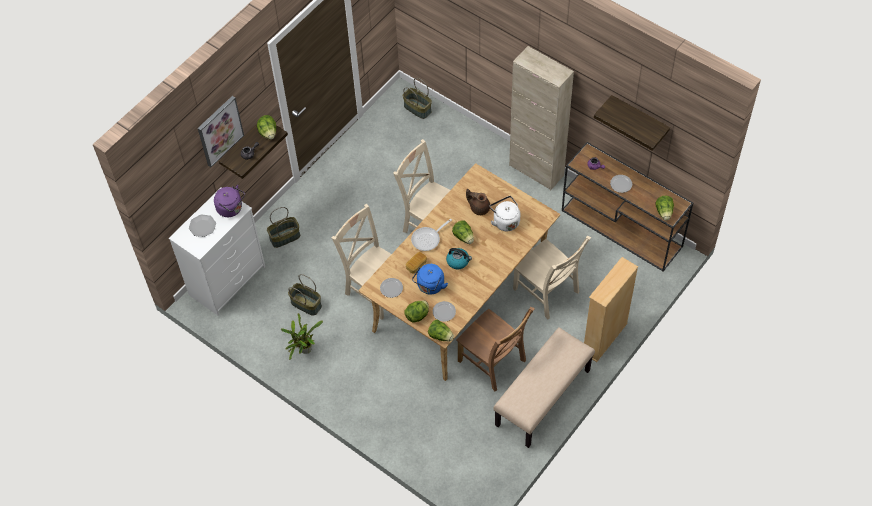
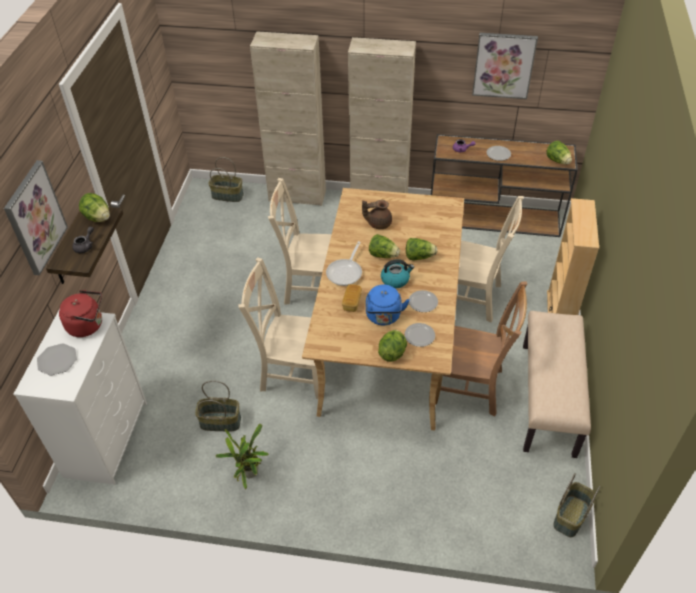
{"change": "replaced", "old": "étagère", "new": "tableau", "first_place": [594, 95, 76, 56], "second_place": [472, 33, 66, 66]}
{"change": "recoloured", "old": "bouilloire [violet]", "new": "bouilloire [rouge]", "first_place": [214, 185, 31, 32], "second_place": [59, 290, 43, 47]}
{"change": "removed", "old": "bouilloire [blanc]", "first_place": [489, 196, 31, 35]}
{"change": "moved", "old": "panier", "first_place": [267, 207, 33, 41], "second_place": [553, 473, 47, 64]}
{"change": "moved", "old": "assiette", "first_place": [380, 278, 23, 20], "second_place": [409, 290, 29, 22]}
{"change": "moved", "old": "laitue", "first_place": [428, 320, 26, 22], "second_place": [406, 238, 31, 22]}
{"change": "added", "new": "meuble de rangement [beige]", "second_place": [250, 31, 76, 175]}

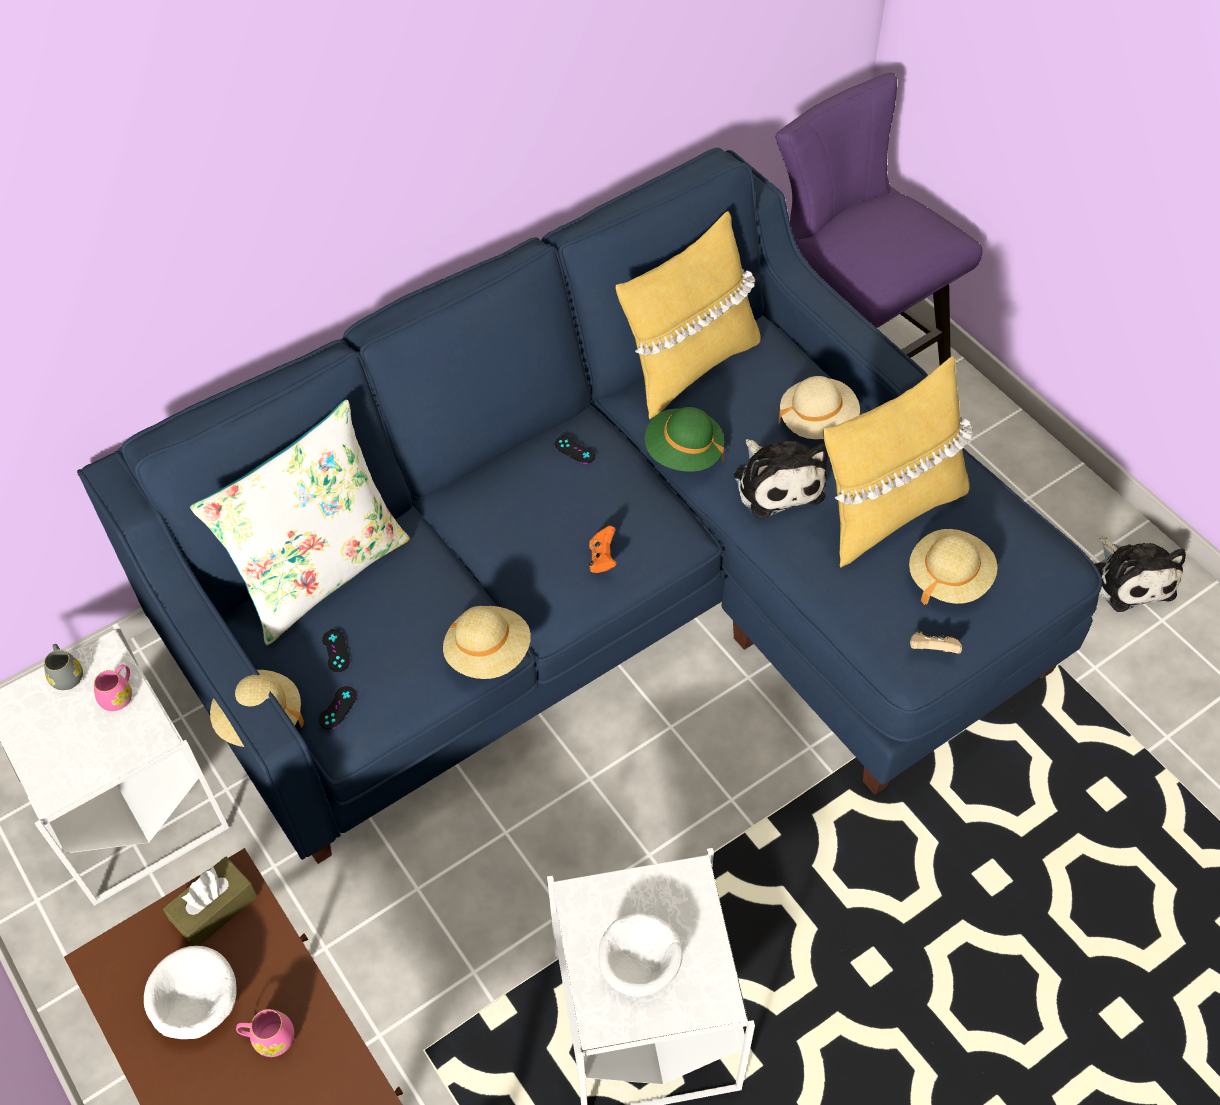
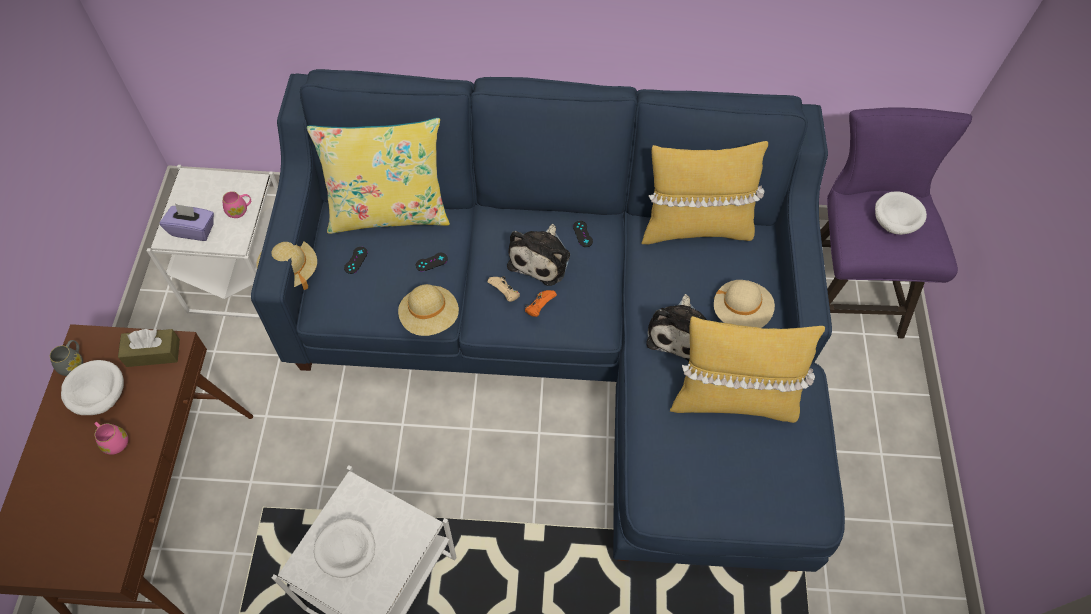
{"change": "recoloured", "old": "coussin [blanc]", "new": "coussin [jaune]", "first_place": [190, 399, 220, 246], "second_place": [307, 118, 143, 116]}
{"change": "removed", "old": "chapeau [vert]", "first_place": [645, 407, 79, 65]}
{"change": "removed", "old": "chapeau [beige]", "first_place": [909, 529, 89, 76]}
{"change": "moved", "old": "peluche", "first_place": [1095, 536, 91, 76], "second_place": [507, 224, 63, 62]}
{"change": "moved", "old": "manette [beige]", "first_place": [910, 630, 52, 24], "second_place": [487, 276, 33, 26]}
{"change": "moved", "old": "mug [gris]", "first_place": [44, 644, 39, 46], "second_place": [50, 340, 33, 36]}
{"change": "moved", "old": "manette [noir]", "first_place": [319, 686, 38, 43], "second_place": [416, 253, 32, 19]}
{"change": "added", "new": "bol [blanc]", "second_place": [875, 192, 52, 43]}
{"change": "added", "new": "boîte à mouchoirs [violet]", "second_place": [159, 204, 55, 37]}

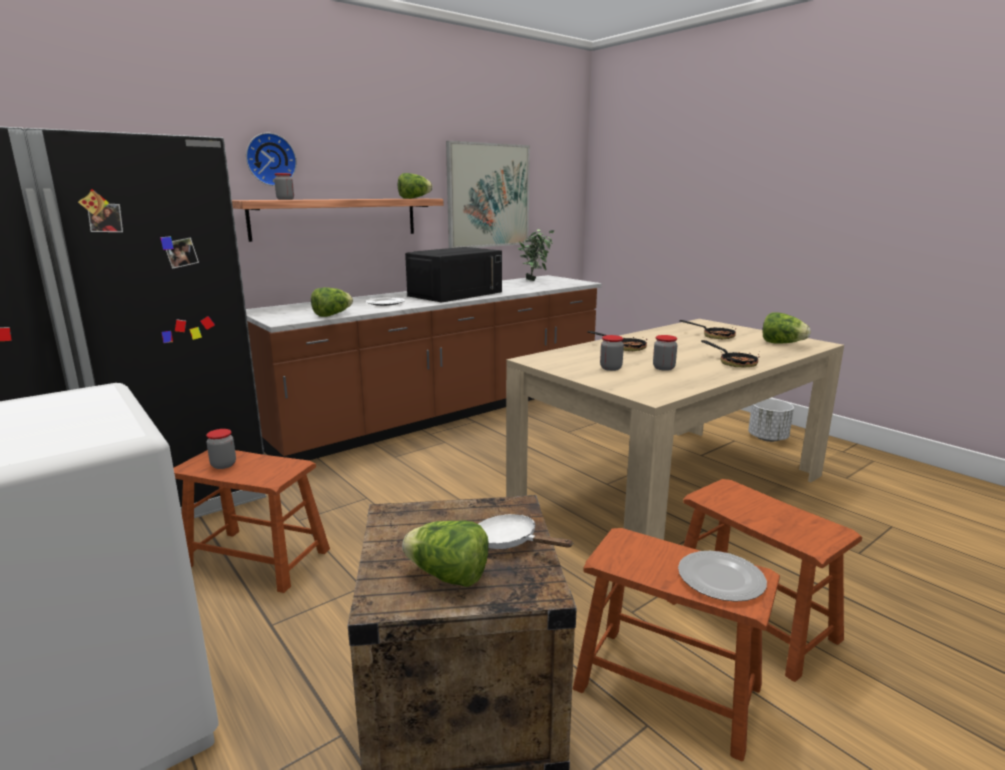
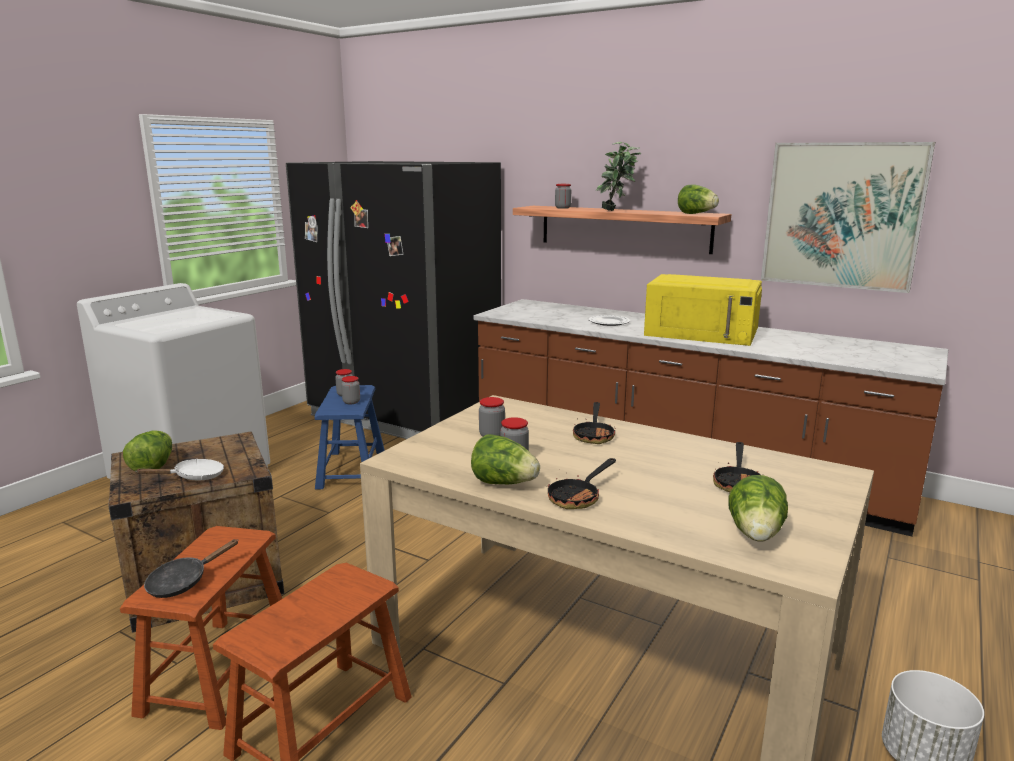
{"change": "removed", "old": "horloge murale", "first_place": [246, 133, 51, 53]}
{"change": "moved", "old": "plante en pot", "first_place": [517, 229, 37, 52], "second_place": [596, 142, 45, 69]}
{"change": "recoloured", "old": "micro-ondes [noir]", "new": "micro-ondes [jaune]", "first_place": [405, 247, 97, 55], "second_place": [644, 274, 118, 72]}
{"change": "moved", "old": "laitue", "first_place": [311, 287, 42, 30], "second_place": [471, 434, 69, 50]}
{"change": "recoloured", "old": "tabouret [marron]", "new": "tabouret [bleu]", "first_place": [174, 450, 156, 143], "second_place": [315, 385, 70, 104]}
{"change": "turned", "old": "poêle [blanc]", "first_place": [478, 514, 95, 35], "second_place": [135, 459, 89, 21], "degrees": 45}
{"change": "replaced", "old": "assiette", "new": "poêle [noir]", "first_place": [678, 551, 89, 51], "second_place": [144, 539, 95, 59]}
{"change": "added", "new": "bocal", "second_place": [341, 376, 19, 28]}

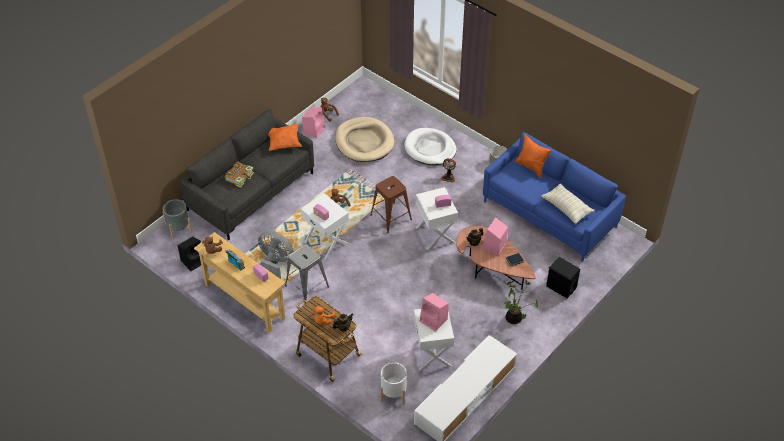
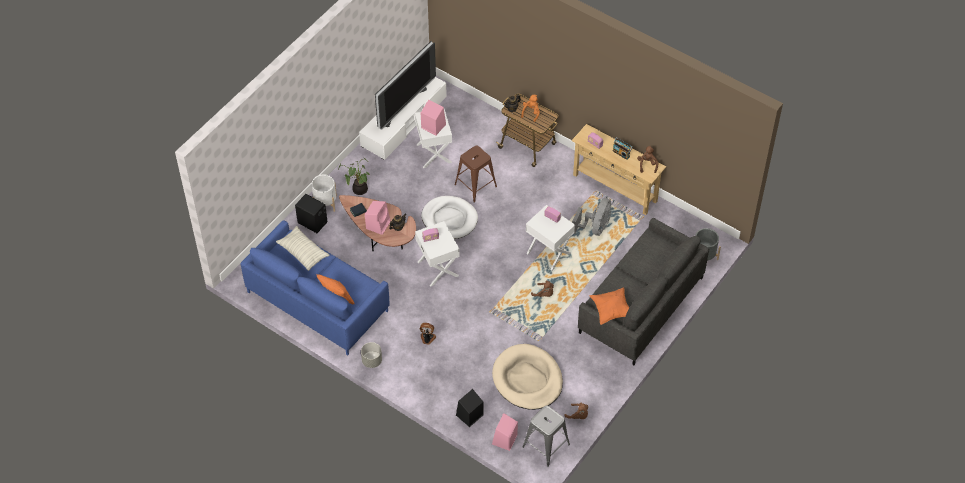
{"change": "moved", "old": "enceinte [rose]", "first_place": [302, 107, 23, 31], "second_place": [492, 413, 26, 38]}
{"change": "moved", "old": "panier pour chien [blanc]", "first_place": [404, 128, 52, 37], "second_place": [421, 196, 57, 43]}
{"change": "removed", "old": "livre", "first_place": [225, 162, 29, 26]}
{"change": "moved", "old": "tabouret [marron]", "first_place": [370, 176, 42, 57], "second_place": [455, 145, 42, 58]}
{"change": "turned", "old": "ventilateur [gris]", "first_place": [258, 230, 36, 49], "second_place": [572, 198, 39, 38], "degrees": -90}
{"change": "moved", "old": "enceinte [noir]", "first_place": [178, 237, 23, 34], "second_place": [456, 389, 28, 38]}
{"change": "moved", "old": "tabouret [gris]", "first_place": [285, 244, 44, 60], "second_place": [523, 405, 47, 62]}
{"change": "moved", "old": "cache-pot [blanc]", "first_place": [381, 362, 26, 42], "second_place": [311, 174, 26, 38]}
{"change": "added", "new": "téléviseur", "second_place": [375, 41, 61, 89]}

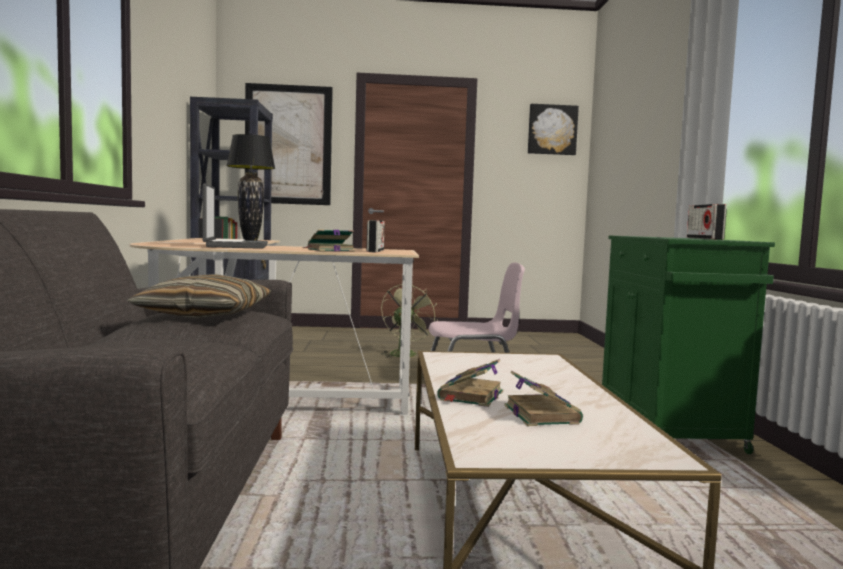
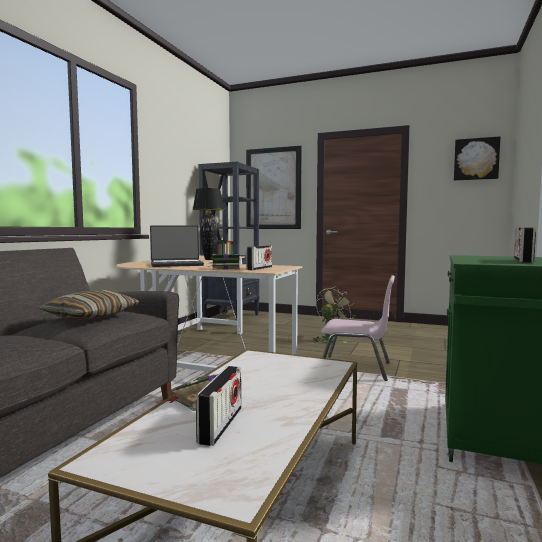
{"change": "turned", "old": "ordinateur portable", "first_place": [202, 183, 66, 66], "second_place": [150, 225, 54, 42], "degrees": 60}
{"change": "replaced", "old": "livre", "new": "radio", "first_place": [504, 371, 79, 55], "second_place": [196, 366, 45, 80]}

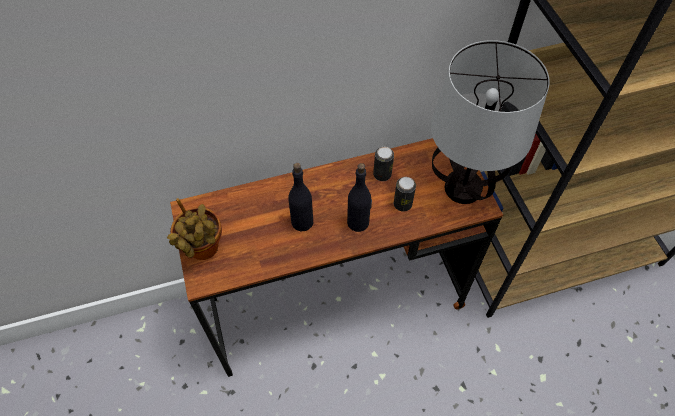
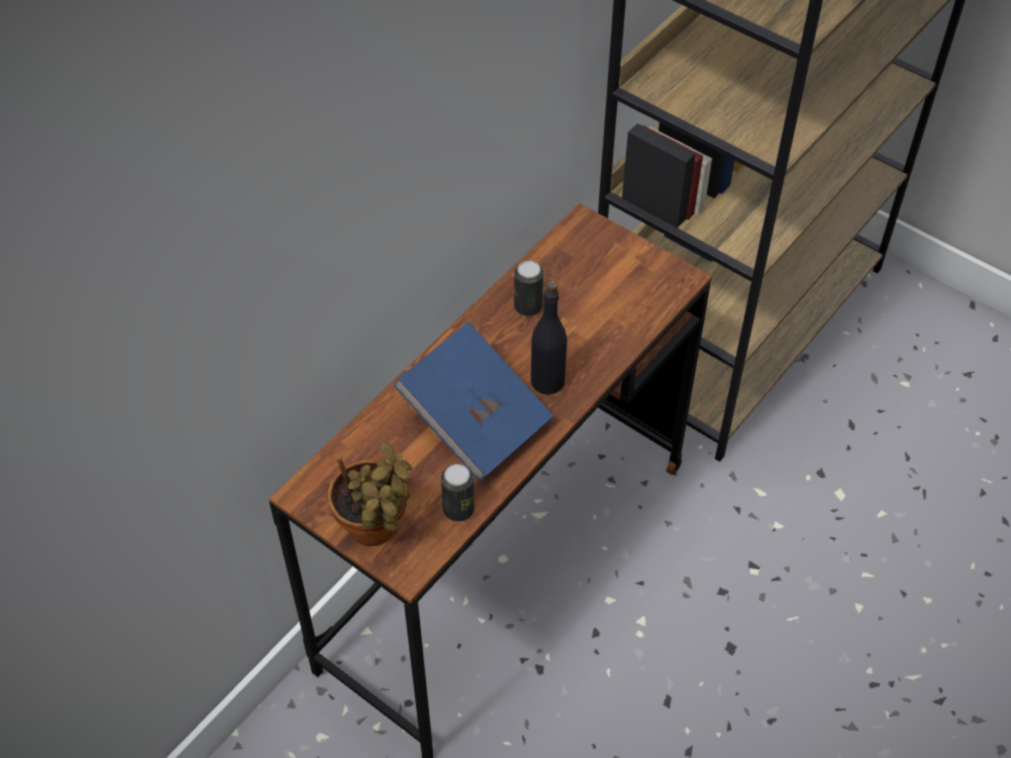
{"change": "removed", "old": "lampe de table", "first_place": [431, 40, 119, 164]}
{"change": "replaced", "old": "bouteille [noir]", "new": "livre [bleu]", "first_place": [289, 163, 24, 68], "second_place": [393, 322, 161, 160]}
{"change": "moved", "old": "boîte métallique", "first_place": [394, 177, 22, 35], "second_place": [441, 464, 34, 57]}

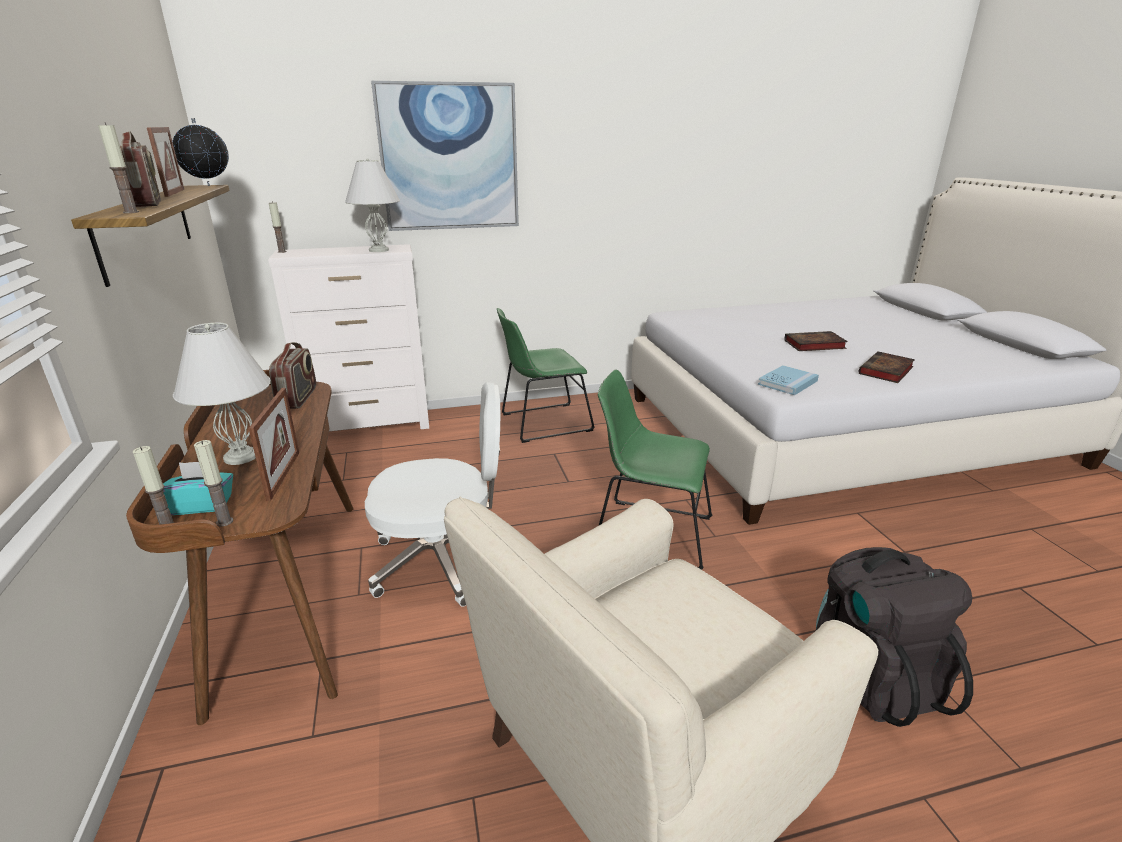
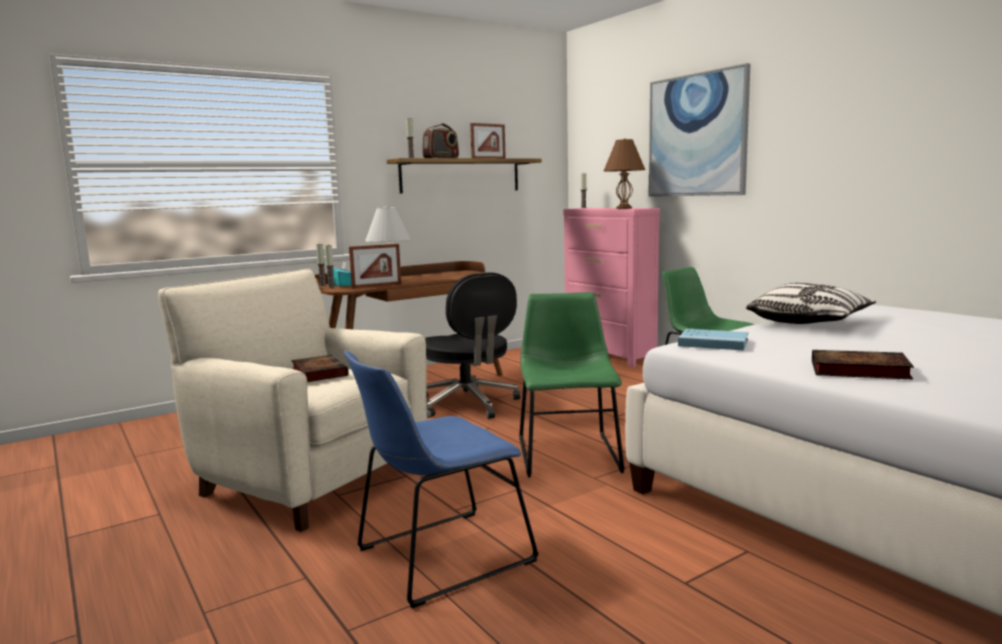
{"change": "removed", "old": "globe", "first_place": [172, 118, 57, 68]}
{"change": "recoloured", "old": "lampe de table [blanc]", "new": "lampe de table [marron]", "first_place": [345, 158, 55, 94], "second_place": [604, 138, 42, 71]}
{"change": "recoloured", "old": "commode [blanc]", "new": "commode [rose]", "first_place": [268, 244, 161, 187], "second_place": [563, 208, 97, 159]}
{"change": "moved", "old": "livre", "first_place": [784, 331, 64, 20], "second_place": [291, 355, 58, 27]}
{"change": "removed", "old": "radio", "first_place": [269, 342, 47, 67]}
{"change": "recoloured", "old": "chaise de bureau [blanc]", "new": "chaise de bureau [noir]", "first_place": [365, 382, 135, 225], "second_place": [425, 272, 95, 147]}
{"change": "replaced", "old": "sac à dos [noir]", "new": "chaise [bleu]", "first_place": [816, 547, 157, 180], "second_place": [344, 351, 195, 257]}
{"change": "added", "new": "coussin", "second_place": [746, 283, 130, 41]}

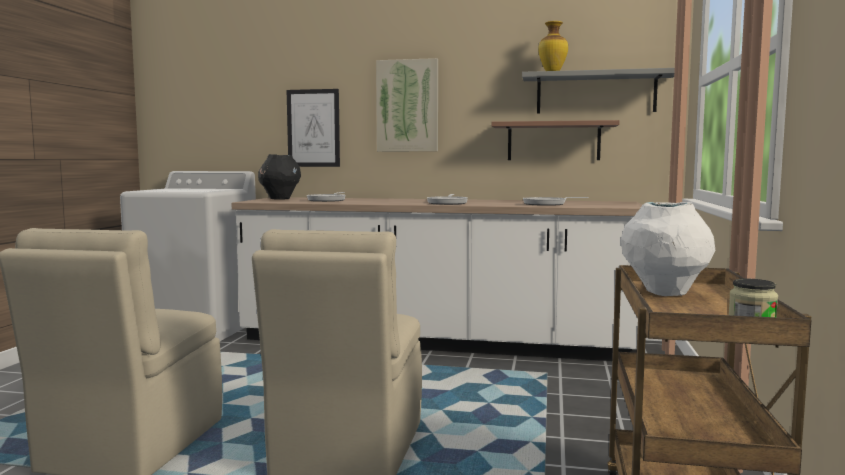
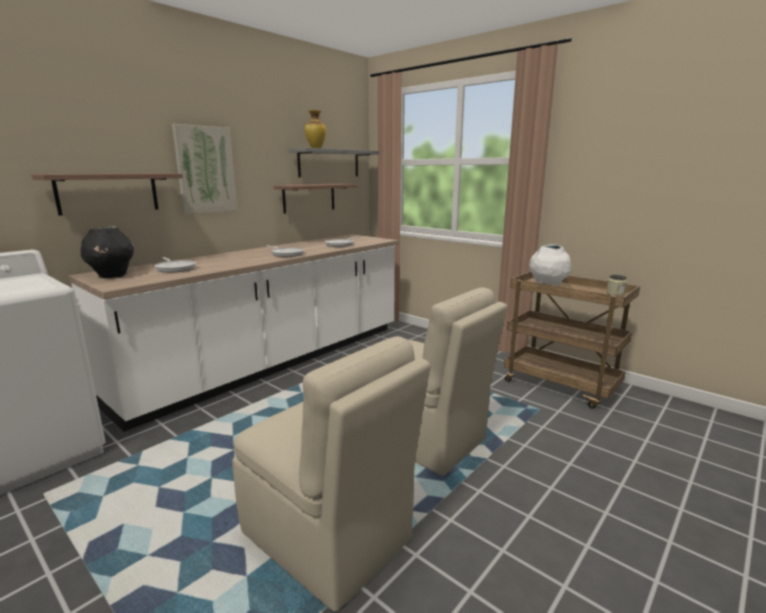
{"change": "replaced", "old": "tableau", "new": "étagère", "first_place": [287, 89, 53, 78], "second_place": [31, 173, 152, 43]}

